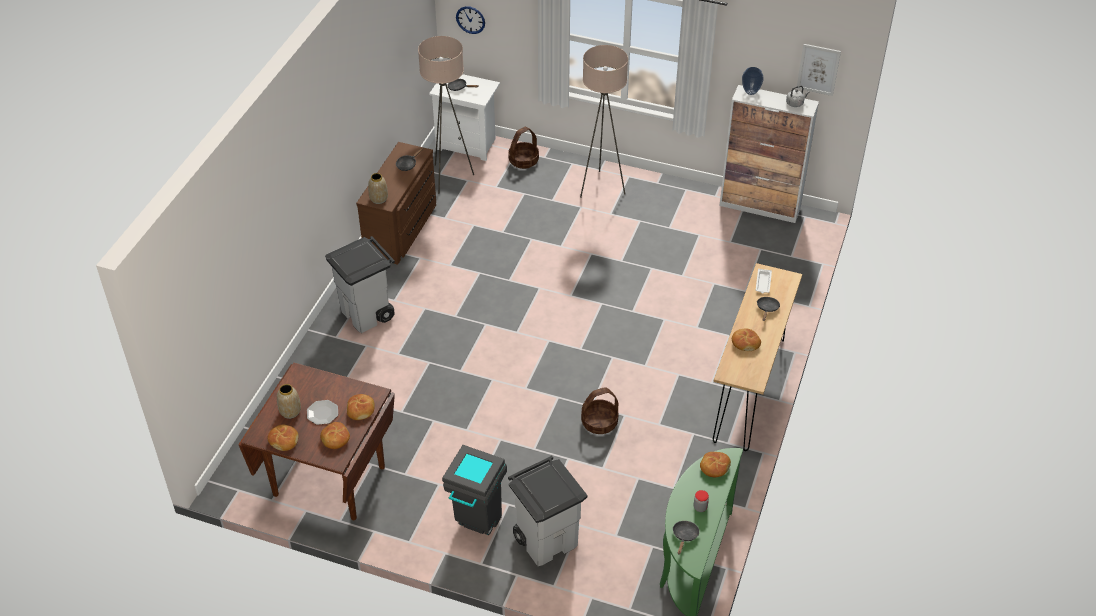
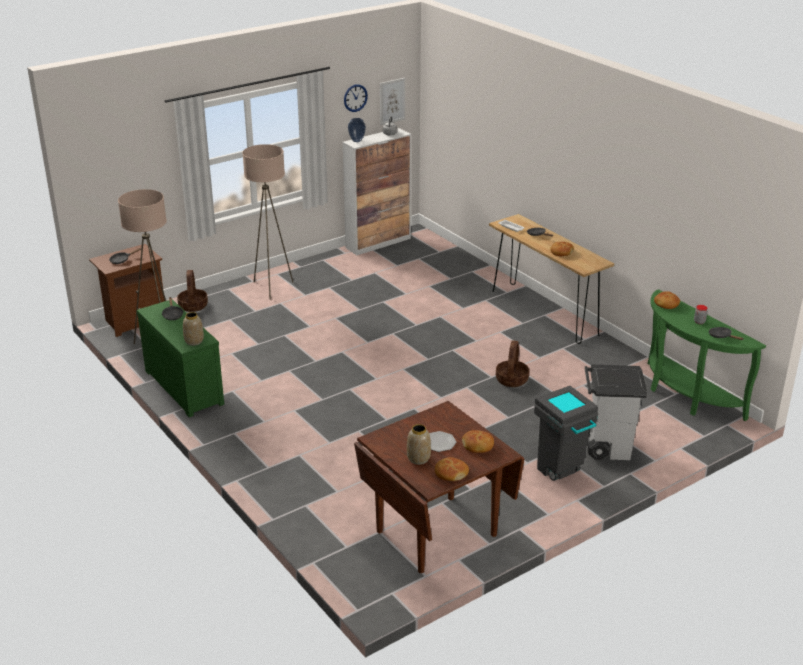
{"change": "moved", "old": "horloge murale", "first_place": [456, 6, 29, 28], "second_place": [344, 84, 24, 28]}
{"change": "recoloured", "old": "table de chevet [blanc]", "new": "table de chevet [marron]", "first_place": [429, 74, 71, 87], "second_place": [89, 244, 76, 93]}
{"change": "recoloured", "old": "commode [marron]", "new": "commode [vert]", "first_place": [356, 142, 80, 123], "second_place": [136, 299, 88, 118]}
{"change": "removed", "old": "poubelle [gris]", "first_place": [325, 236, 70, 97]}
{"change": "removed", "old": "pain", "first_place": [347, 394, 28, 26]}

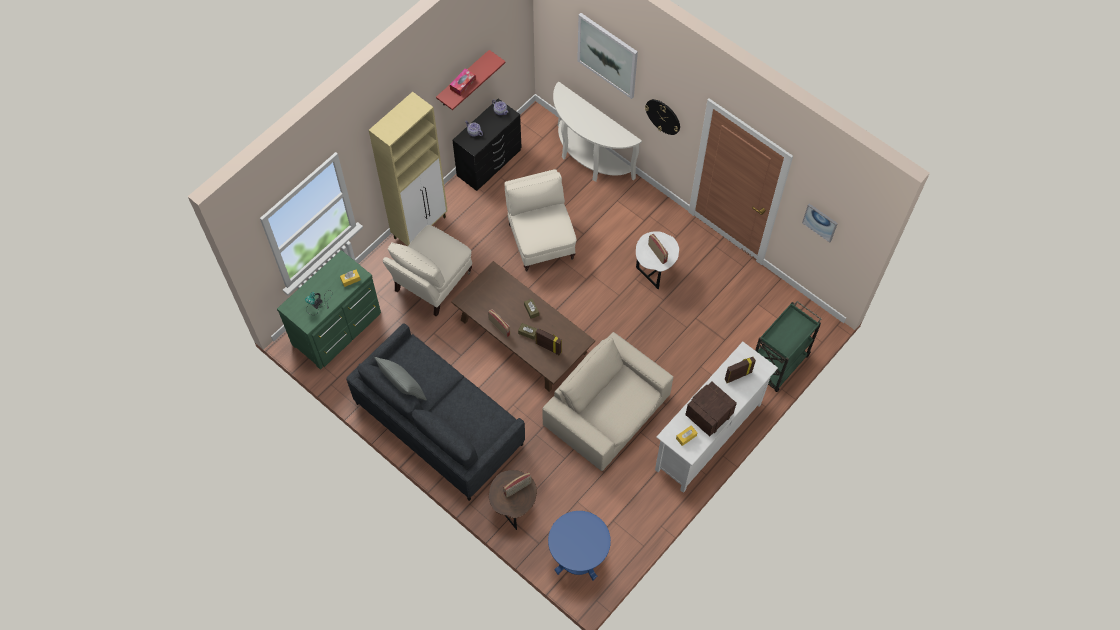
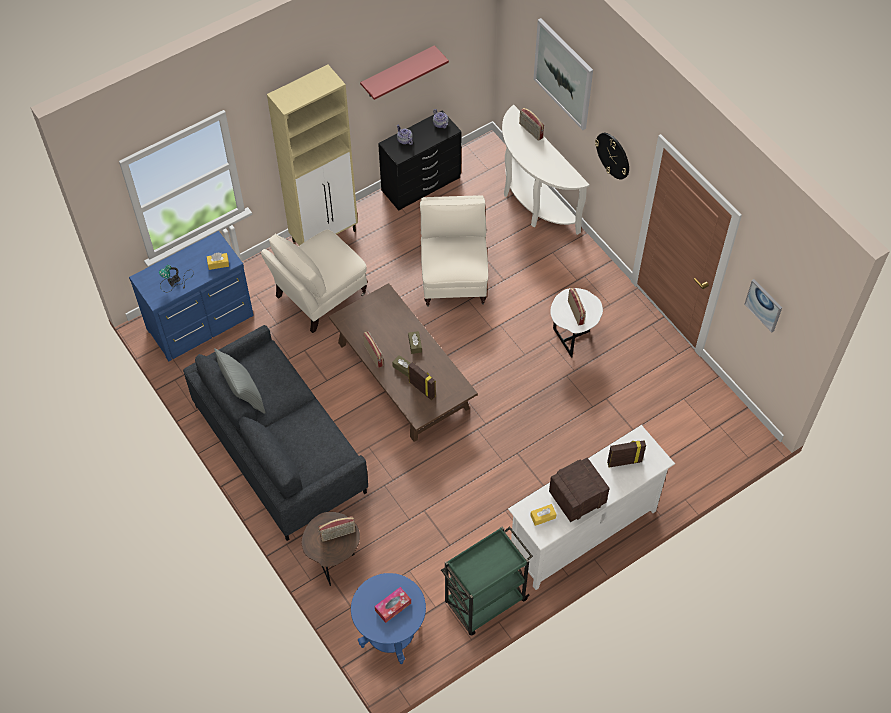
{"change": "moved", "old": "boîte à mouchoirs", "first_place": [450, 68, 26, 28], "second_place": [375, 587, 36, 36]}
{"change": "recoloured", "old": "commode [vert]", "new": "commode [bleu]", "first_place": [277, 250, 104, 120], "second_place": [129, 231, 125, 130]}
{"change": "moved", "old": "chariot [vert]", "first_place": [755, 301, 67, 91], "second_place": [441, 526, 92, 110]}
{"change": "removed", "old": "fauteuil [beige]", "first_place": [542, 332, 131, 139]}
{"change": "added", "new": "radio", "second_place": [519, 108, 25, 33]}

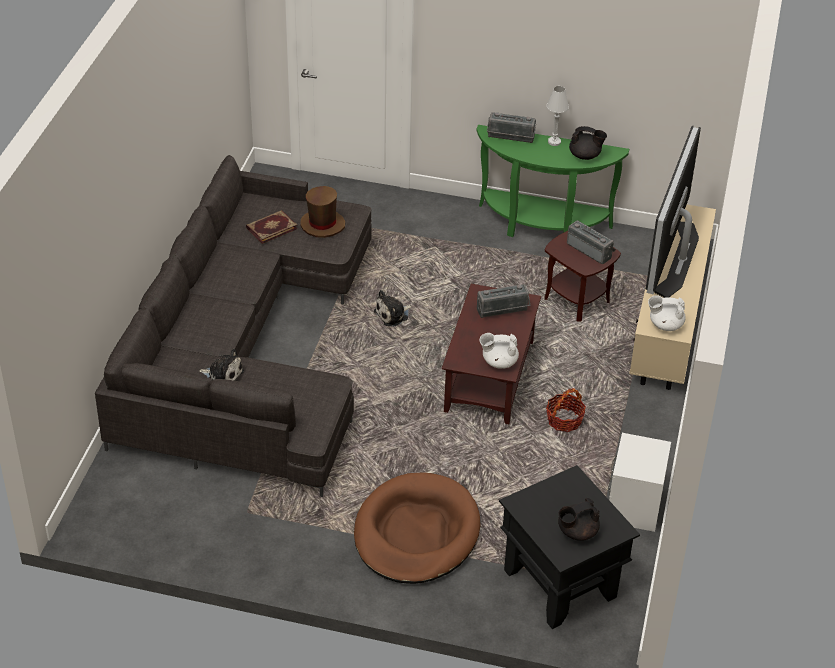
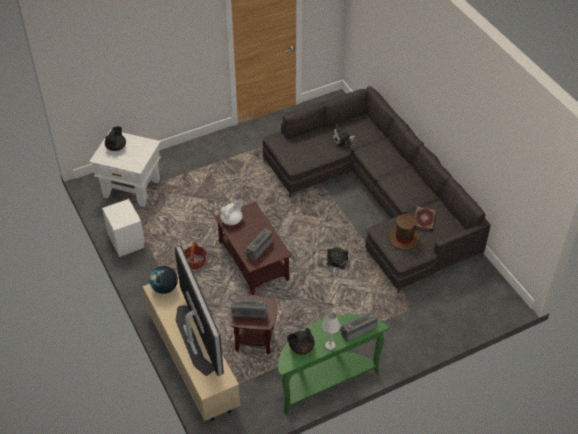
{"change": "replaced", "old": "théière [blanc]", "new": "globe", "first_place": [648, 295, 38, 36], "second_place": [150, 266, 28, 28]}
{"change": "recoloured", "old": "table d'appoint [noir]", "new": "table d'appoint [blanc]", "first_place": [499, 465, 141, 164], "second_place": [89, 130, 72, 77]}
{"change": "removed", "old": "panier pour chien [marron]", "first_place": [354, 472, 127, 112]}

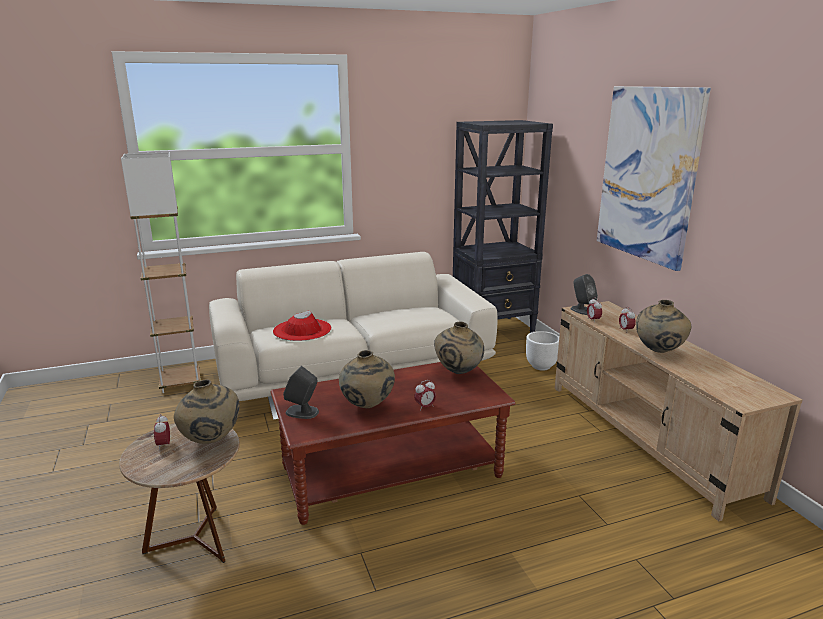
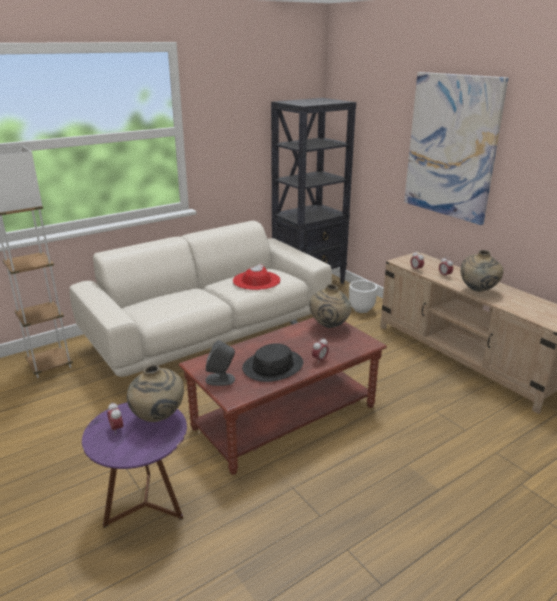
{"change": "removed", "old": "enceinte [gris]", "first_place": [570, 274, 28, 41]}
{"change": "moved", "old": "chapeau [rouge]", "first_place": [273, 311, 59, 30], "second_place": [233, 264, 48, 26]}
{"change": "replaced", "old": "vase [beige]", "new": "chapeau [noir]", "first_place": [339, 350, 56, 58], "second_place": [242, 343, 61, 39]}
{"change": "recoloured", "old": "table d'appoint [marron]", "new": "table d'appoint [violet]", "first_place": [119, 423, 121, 140], "second_place": [82, 403, 105, 125]}

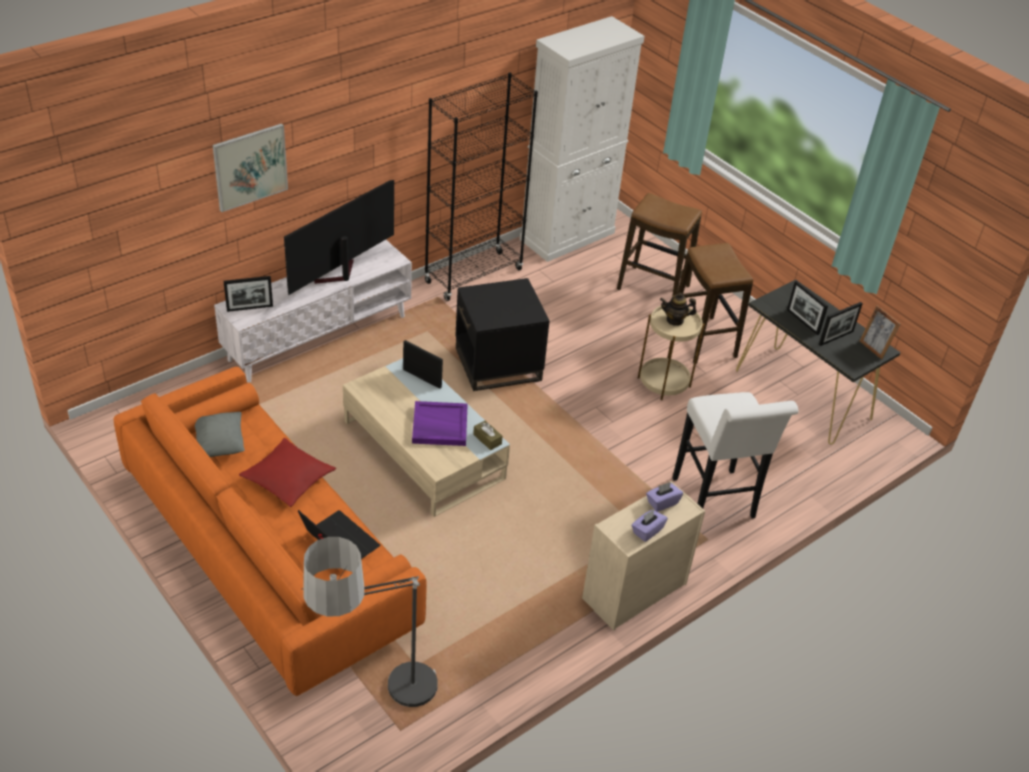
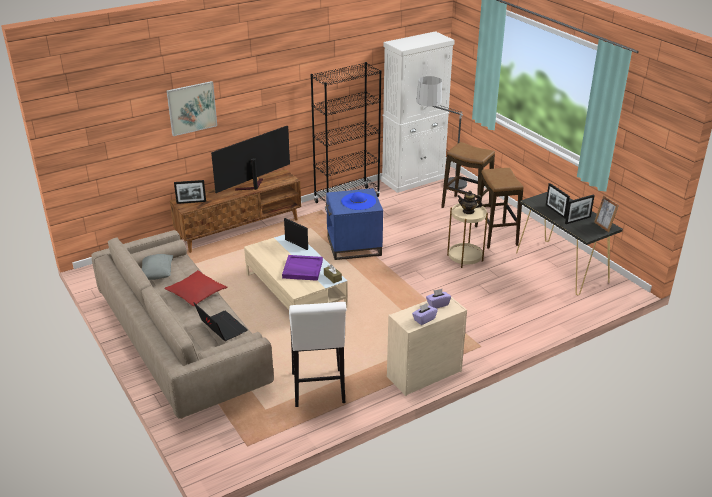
{"change": "recoloured", "old": "meuble télé [blanc]", "new": "meuble télé [marron]", "first_place": [214, 240, 198, 143], "second_place": [170, 169, 131, 84]}
{"change": "recoloured", "old": "table d'appoint [noir]", "new": "table d'appoint [bleu]", "first_place": [455, 278, 95, 113], "second_place": [326, 188, 57, 72]}
{"change": "recoloured", "old": "canapé [orange]", "new": "canapé [beige]", "first_place": [113, 367, 314, 329], "second_place": [91, 230, 183, 189]}
{"change": "moved", "old": "tabouret [blanc]", "first_place": [672, 392, 126, 127], "second_place": [289, 302, 58, 105]}
{"change": "moved", "old": "lampadaire", "first_place": [301, 537, 137, 170], "second_place": [416, 76, 52, 117]}
{"change": "added", "new": "chapeau [bleu]", "second_place": [341, 192, 35, 18]}

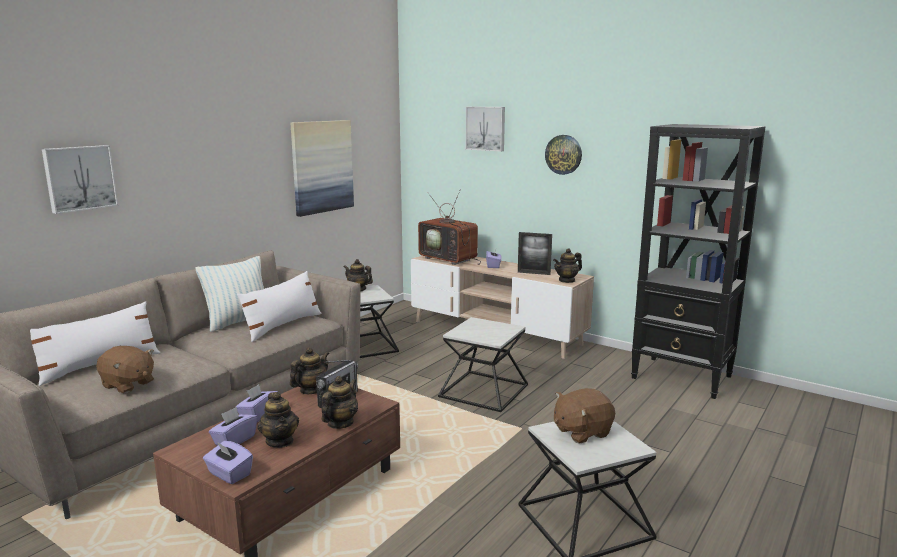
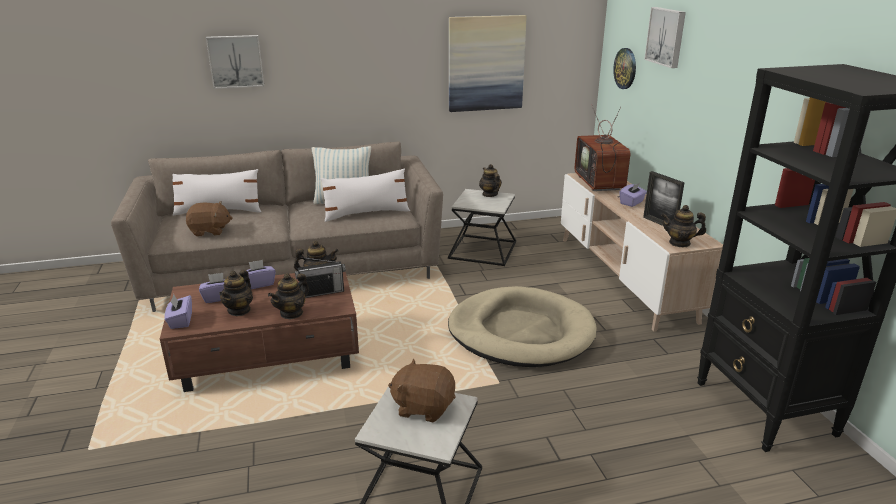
{"change": "moved", "old": "horloge murale", "first_place": [545, 135, 37, 40], "second_place": [613, 48, 23, 41]}
{"change": "replaced", "old": "table d'appoint", "new": "panier pour chien [beige]", "first_place": [438, 317, 90, 95], "second_place": [448, 286, 149, 81]}
{"change": "turned", "old": "peluche [marron]", "first_place": [96, 346, 58, 47], "second_place": [186, 201, 47, 36], "degrees": -75}
{"change": "turned", "old": "théière", "first_place": [322, 376, 36, 53], "second_place": [268, 273, 41, 46], "degrees": 150}

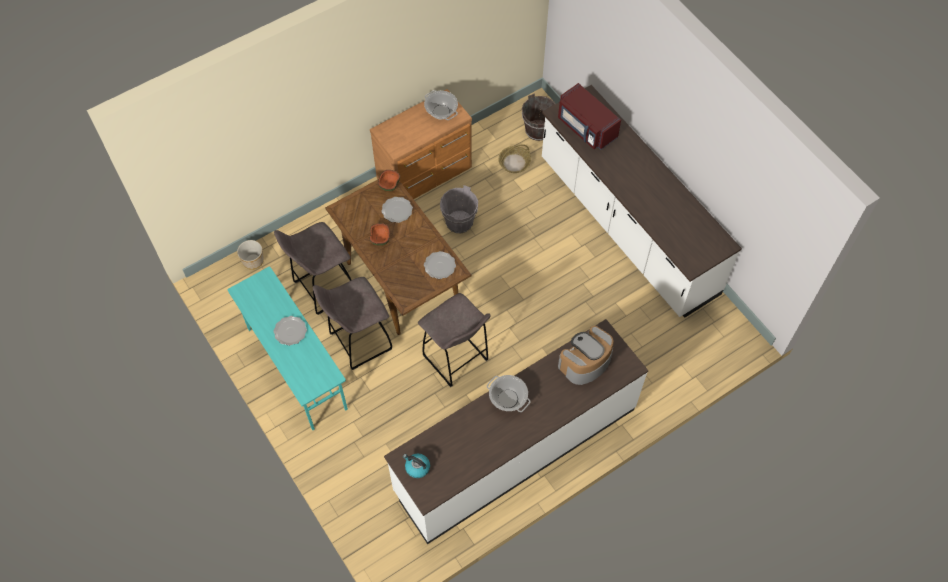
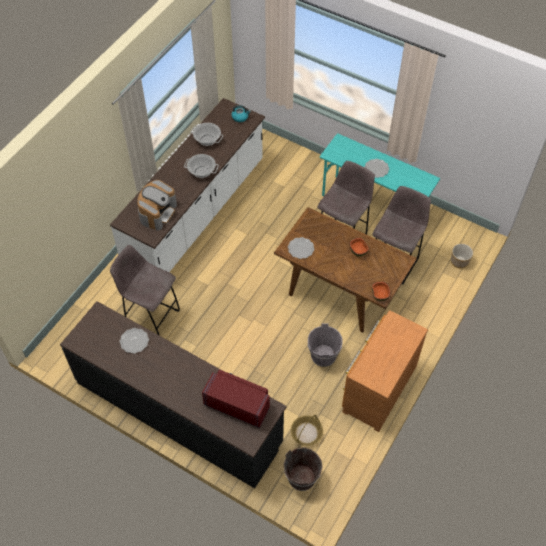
{"change": "recoloured", "old": "comptoir de cuisine [blanc]", "new": "comptoir de cuisine [noir]", "first_place": [542, 85, 200, 233], "second_place": [60, 301, 227, 187]}
{"change": "moved", "old": "marmite", "first_place": [424, 90, 34, 30], "second_place": [191, 123, 32, 23]}
{"change": "moved", "old": "assiette", "first_place": [381, 197, 32, 26], "second_place": [120, 328, 29, 26]}
{"change": "moved", "old": "tabouret [gris]", "first_place": [418, 293, 72, 94], "second_place": [110, 245, 70, 91]}

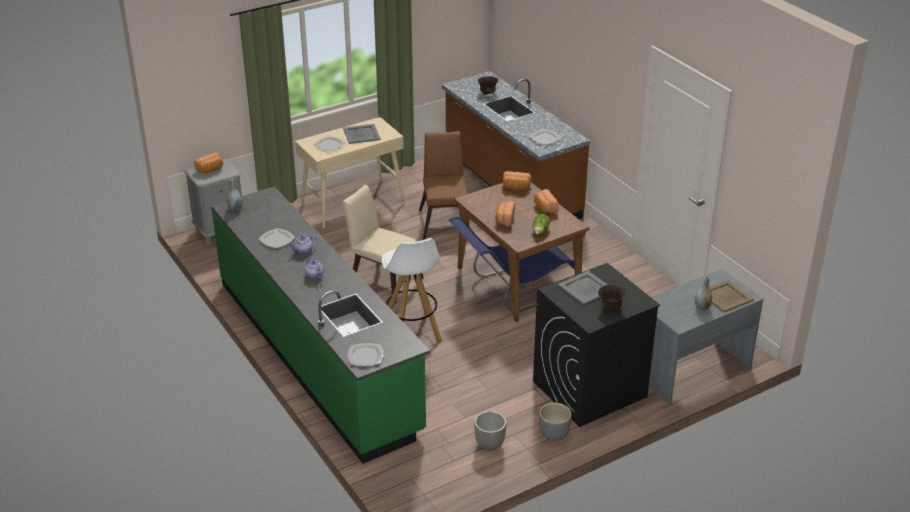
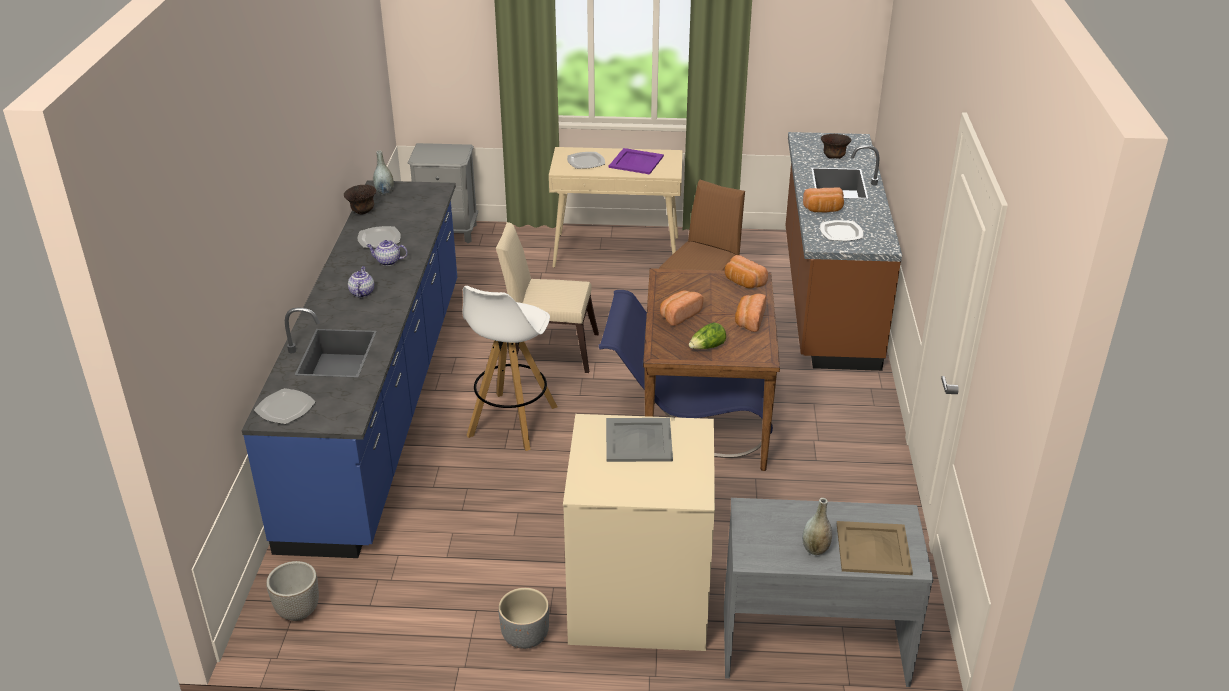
{"change": "recoloured", "old": "plateau [gris]", "new": "plateau [violet]", "first_place": [343, 124, 38, 20], "second_place": [609, 148, 55, 26]}
{"change": "moved", "old": "pain", "first_place": [194, 152, 29, 21], "second_place": [803, 187, 41, 26]}
{"change": "turned", "old": "chaise [beige]", "first_place": [343, 184, 81, 119], "second_place": [496, 222, 103, 151], "degrees": -60}
{"change": "recoloured", "old": "comptoir de cuisine [vert]", "new": "comptoir de cuisine [bleu]", "first_place": [211, 187, 219, 277], "second_place": [242, 180, 215, 378]}
{"change": "recoloured", "old": "lave-linge [noir]", "new": "lave-linge [beige]", "first_place": [533, 263, 127, 164], "second_place": [563, 414, 152, 237]}
{"change": "moved", "old": "bol [marron]", "first_place": [598, 284, 28, 27], "second_place": [344, 185, 32, 30]}
{"change": "moved", "old": "cache-pot", "first_place": [474, 411, 33, 39], "second_place": [266, 561, 53, 60]}

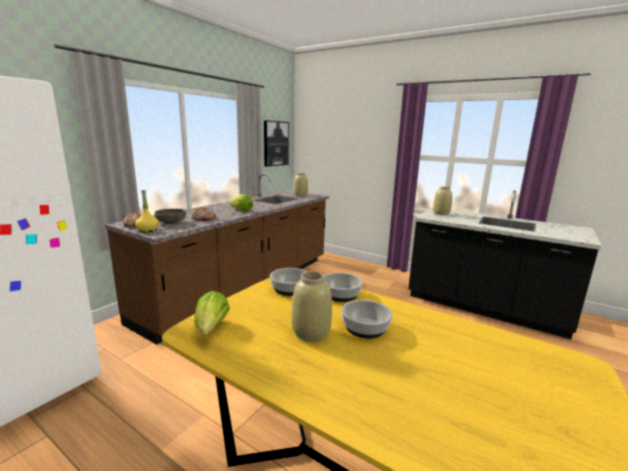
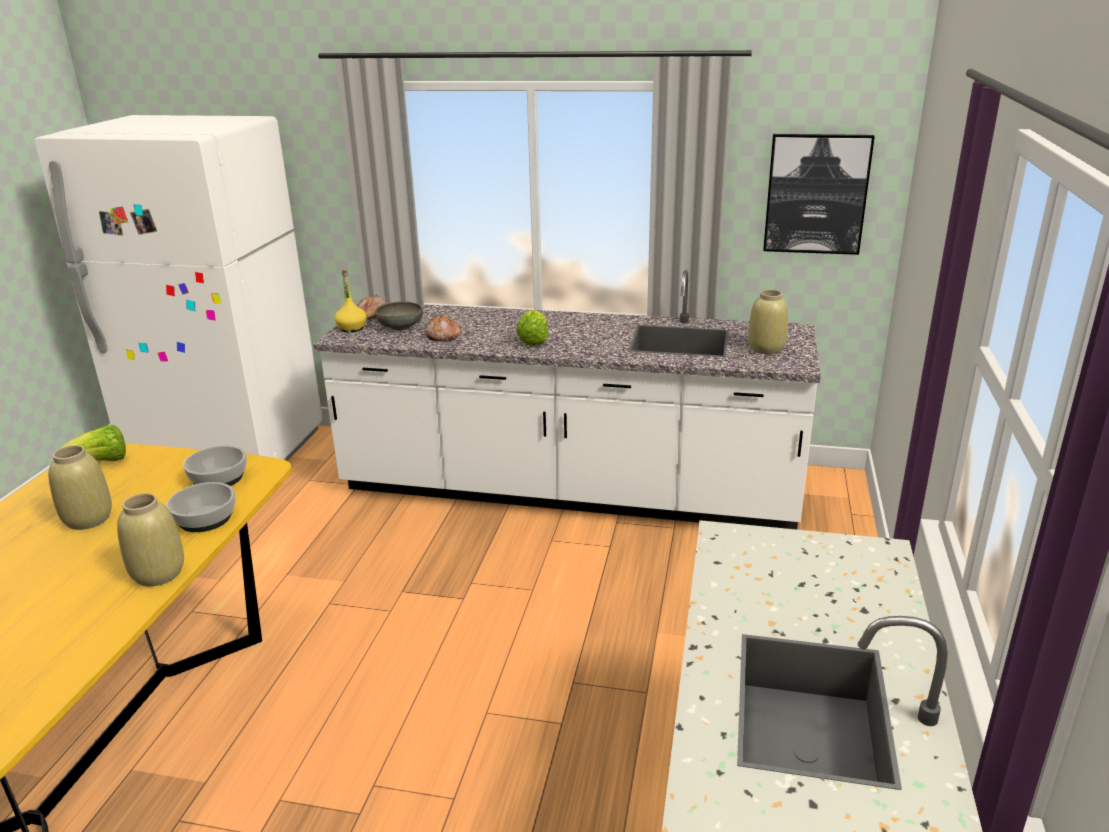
{"change": "recoloured", "old": "comptoir de cuisine [marron]", "new": "comptoir de cuisine [blanc]", "first_place": [105, 173, 224, 172], "second_place": [313, 270, 508, 260]}
{"change": "moved", "old": "vase [beige]", "first_place": [433, 186, 19, 29], "second_place": [117, 493, 67, 93]}
{"change": "removed", "old": "bol", "first_place": [341, 300, 52, 39]}

